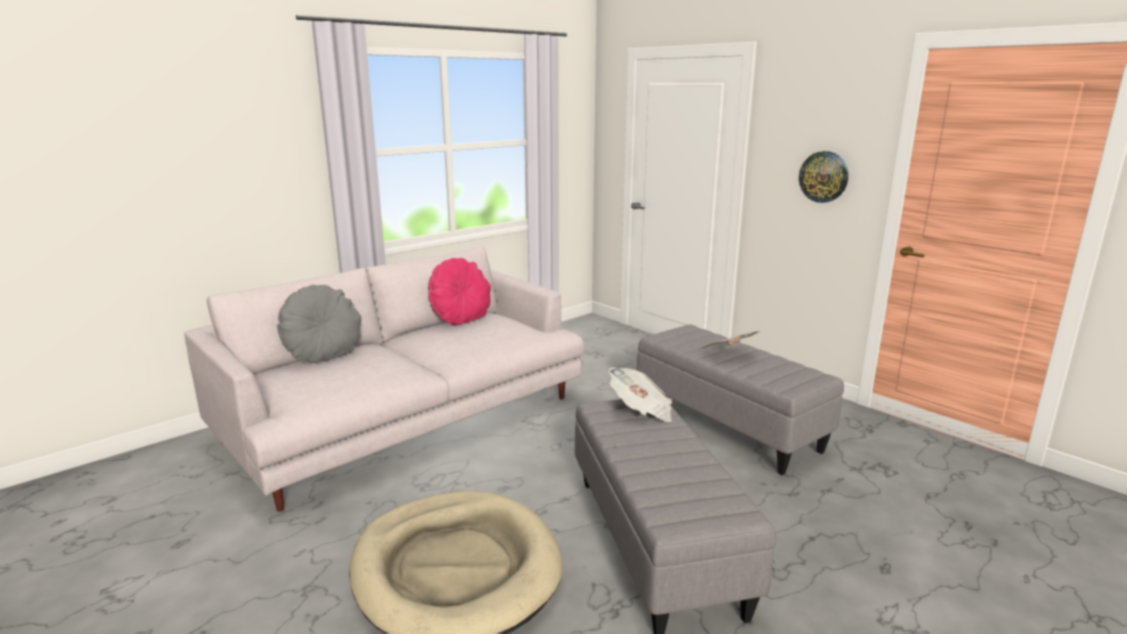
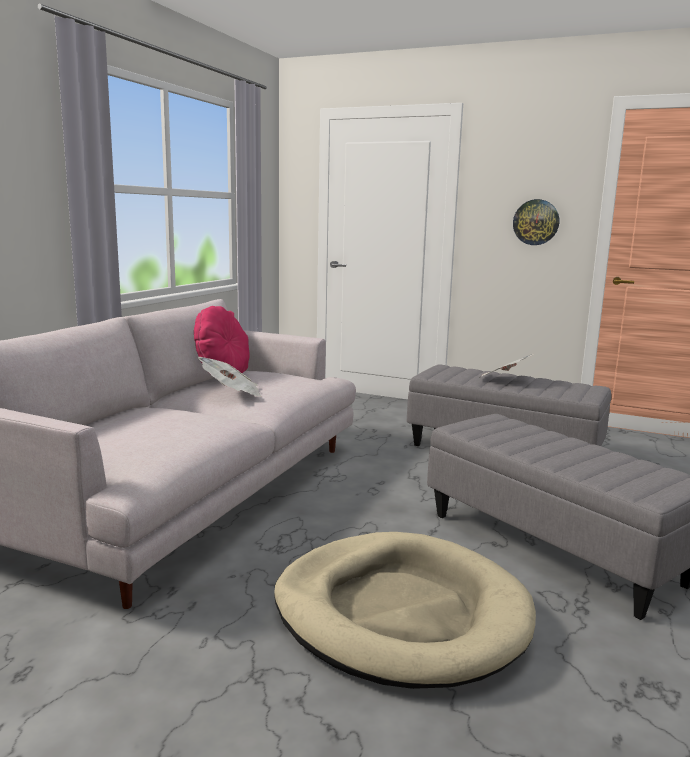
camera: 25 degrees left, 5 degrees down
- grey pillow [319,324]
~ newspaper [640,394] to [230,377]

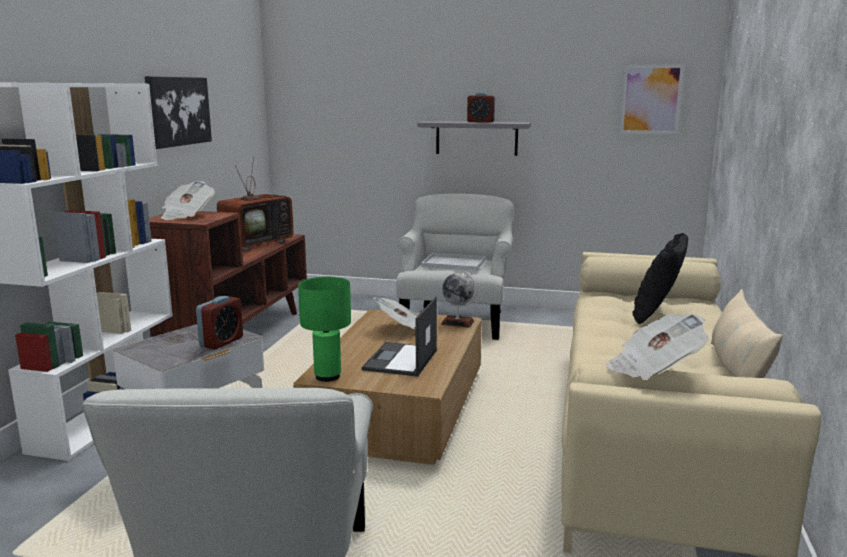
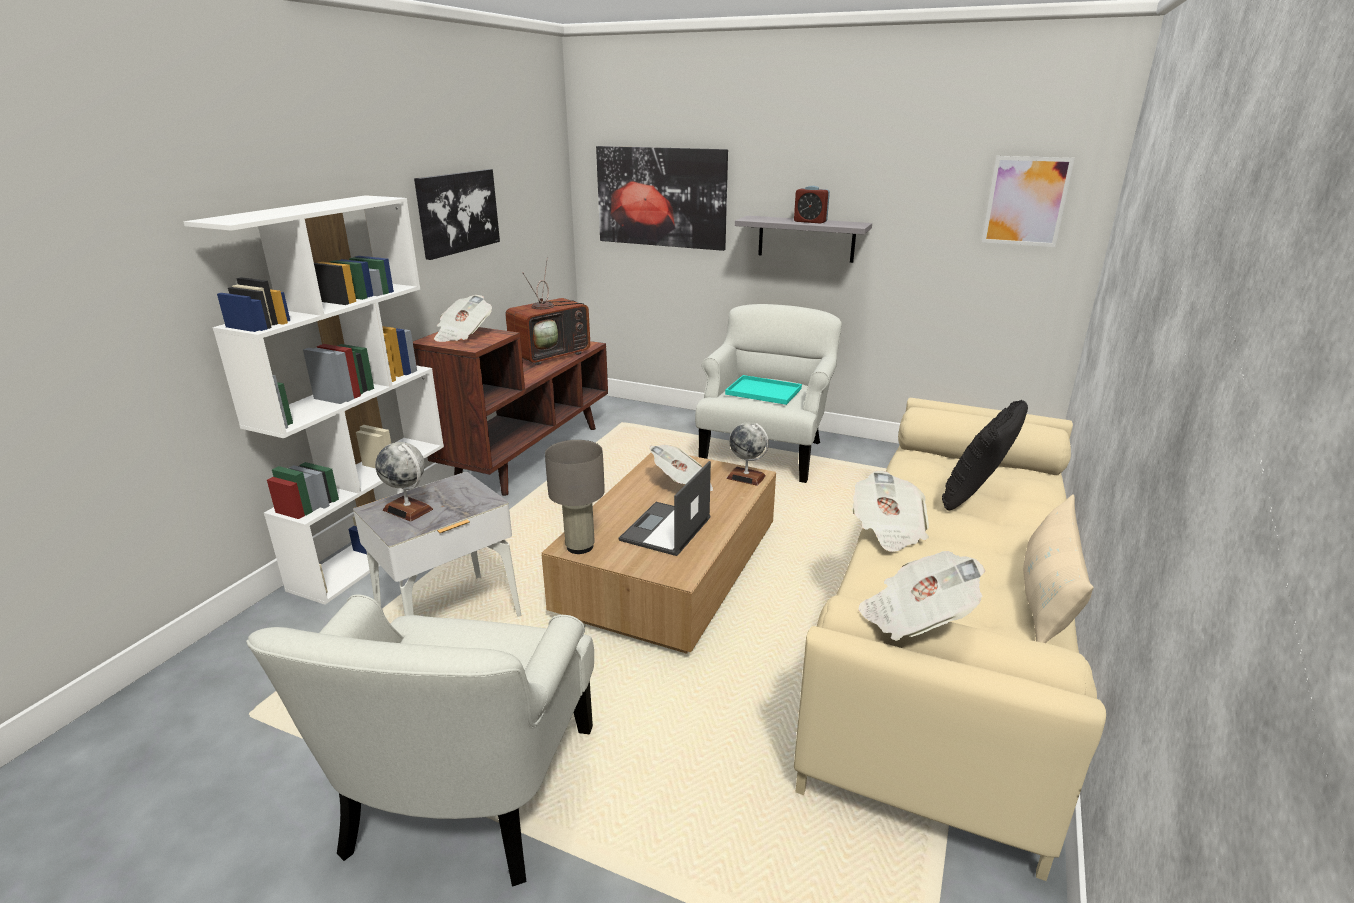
camera: 10 degrees right, 10 degrees up
~ white tray [453,262] to turquoise tray [763,390]
~ green table lamp [324,329] to grey table lamp [574,497]
- alarm clock [219,322]
+ picture [662,198]
+ globe [404,482]
+ newspaper [890,511]

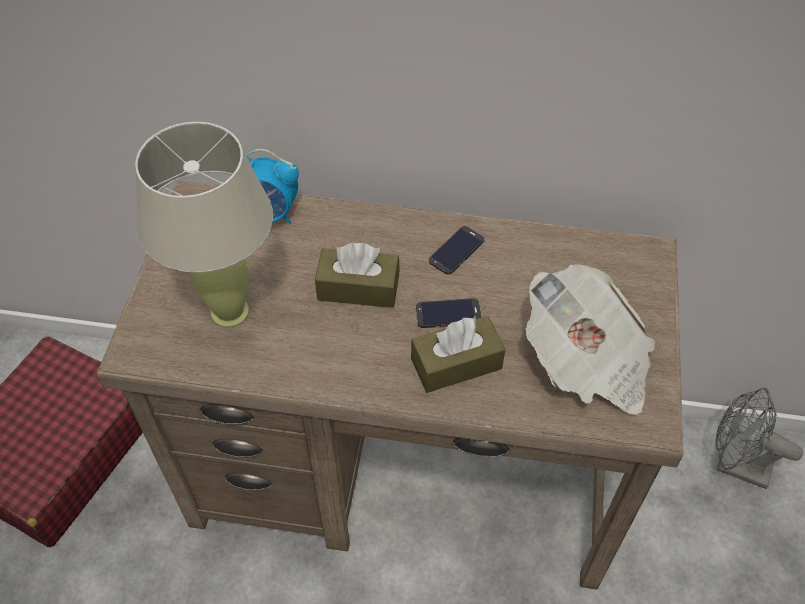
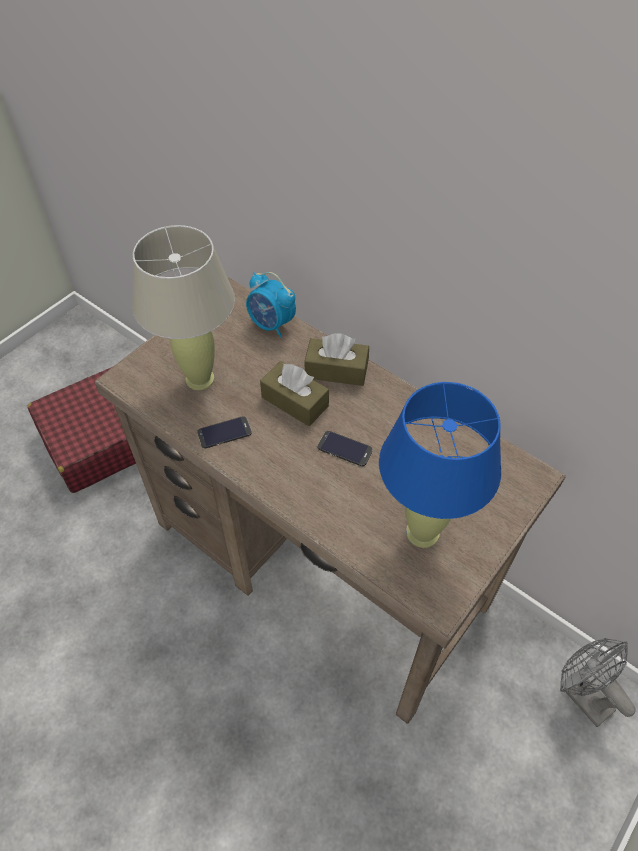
camera: 30 degrees right, 0 degrees up
~ phone [456,250] to [224,432]
~ newspaper [590,339] to blue table lamp [440,465]
~ brown tissue box [458,354] to [336,359]

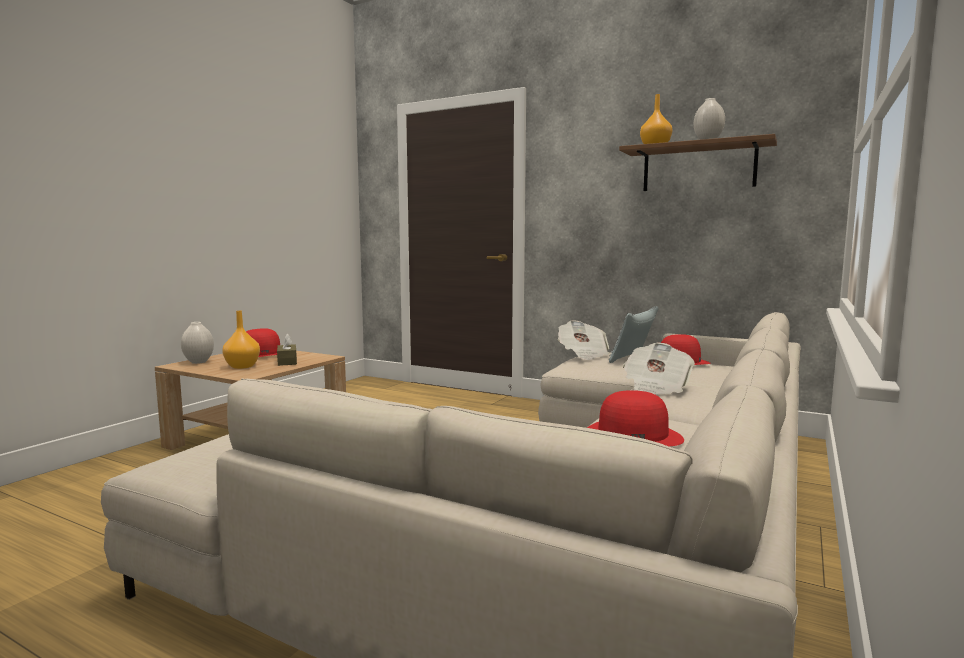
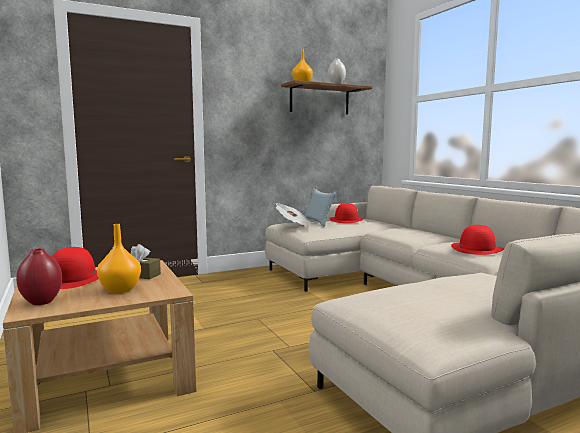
camera: 55 degrees left, 0 degrees up
~ white vase [197,343] to red vase [39,276]
- newspaper [659,369]

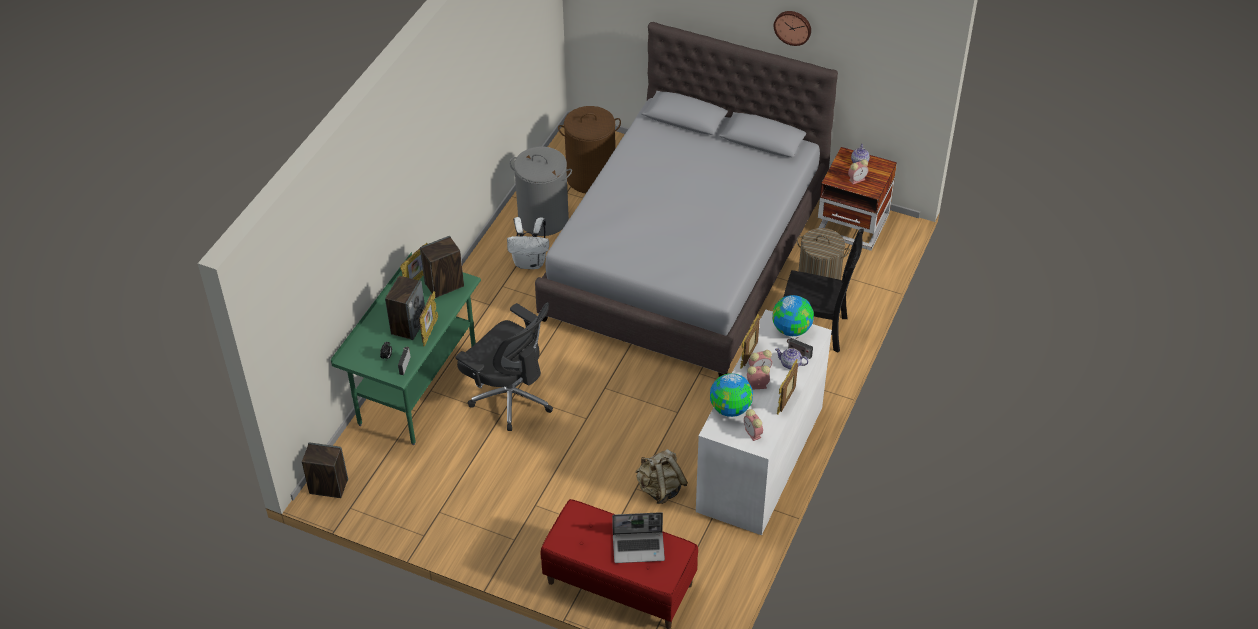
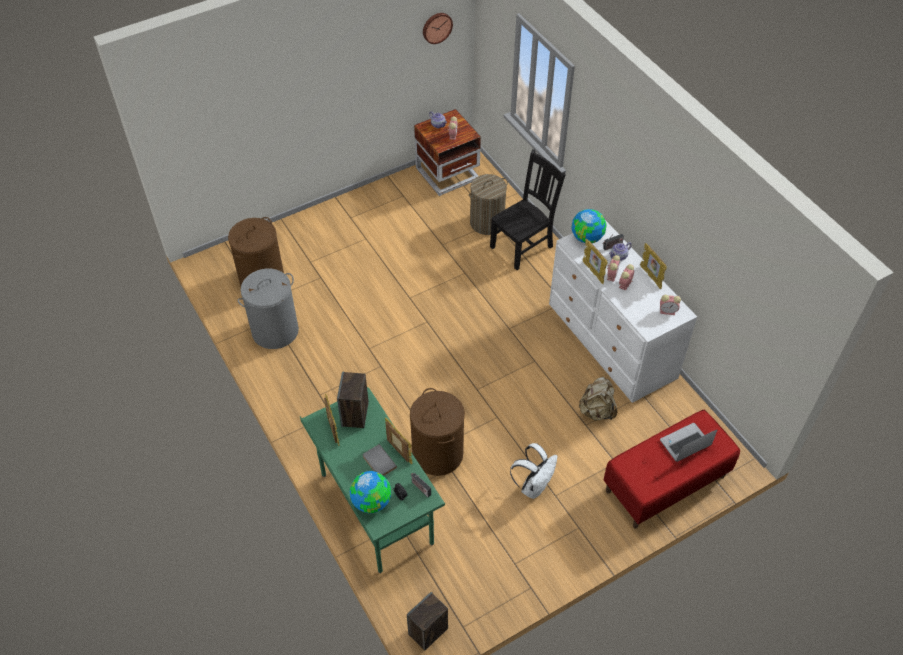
camera: 55 degrees left, 5 degrees up
~ wall clock [792,28] to [438,28]
- grey bed [686,199]
~ white backpack [528,243] to [534,471]
~ speaker [405,308] to grey book [380,460]
~ office chair [504,366] to brown laundry basket [437,432]
~ globe [731,395] to [370,492]
~ laptop [638,537] = [688,442] 150 degrees counterclockwise

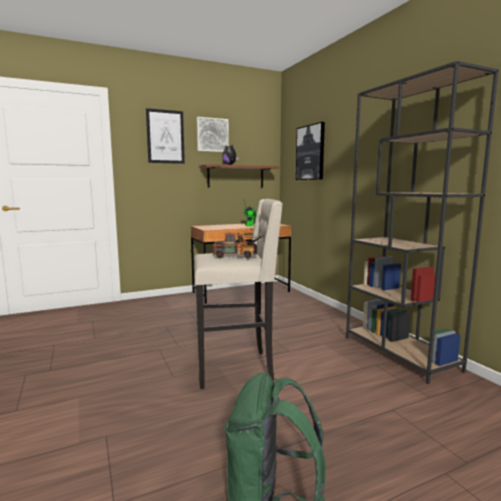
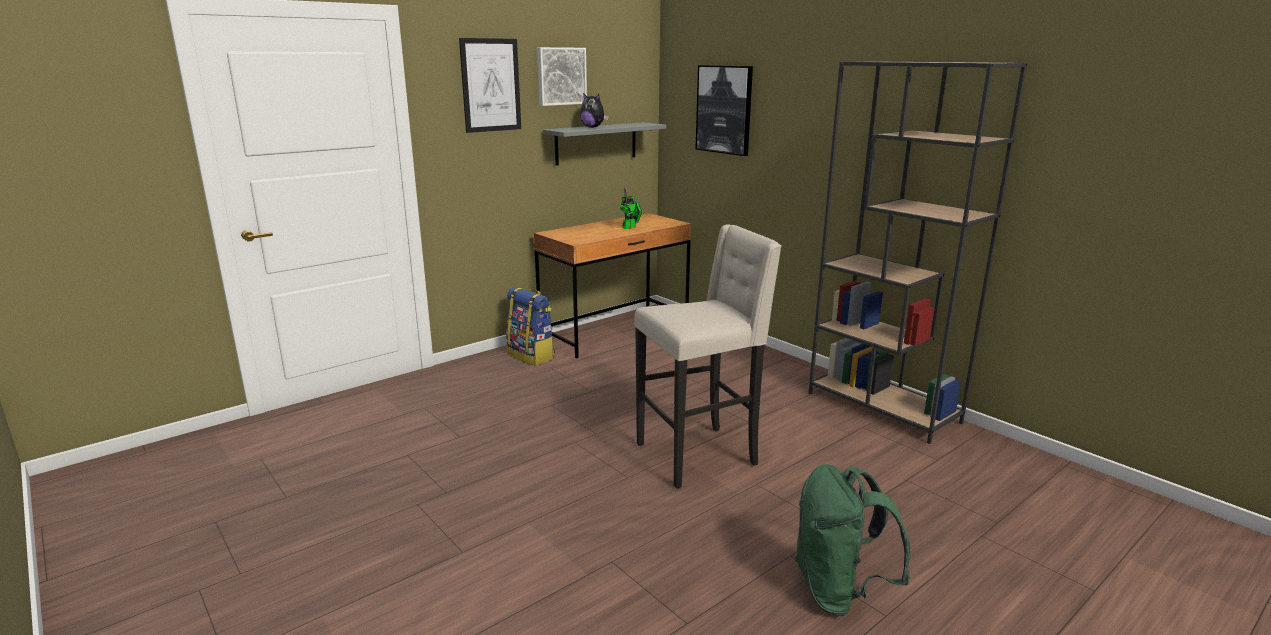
camera: 15 degrees left, 10 degrees up
~ brown shelf [239,175] to grey shelf [604,144]
- toy truck [238,245]
+ backpack [530,326]

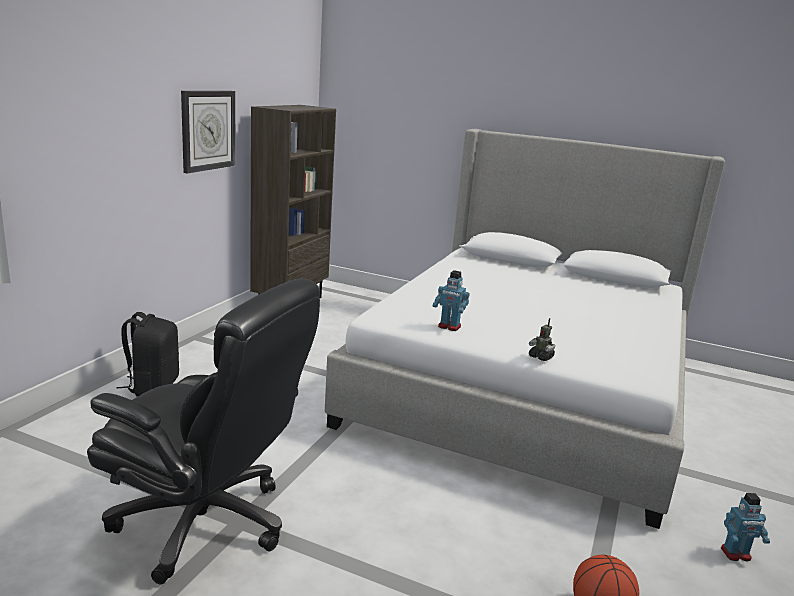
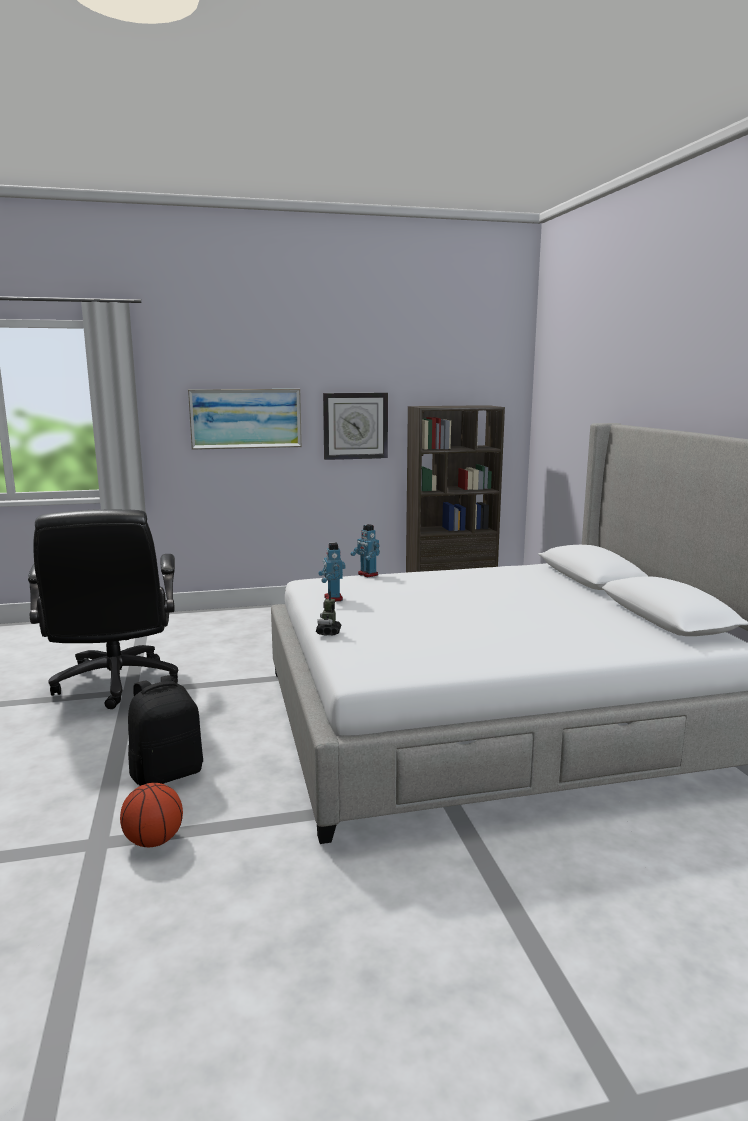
camera: 55 degrees right, 5 degrees down
~ black backpack [148,354] to [165,730]
~ toy robot [745,527] to [365,550]
+ picture [245,419]

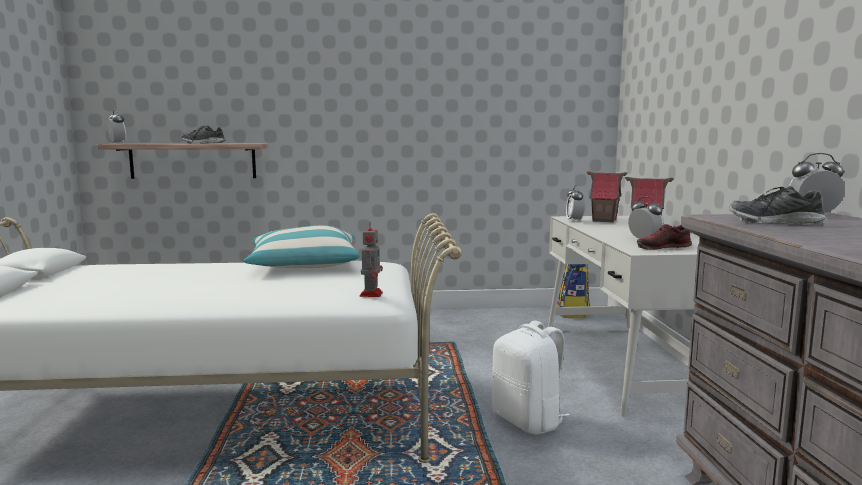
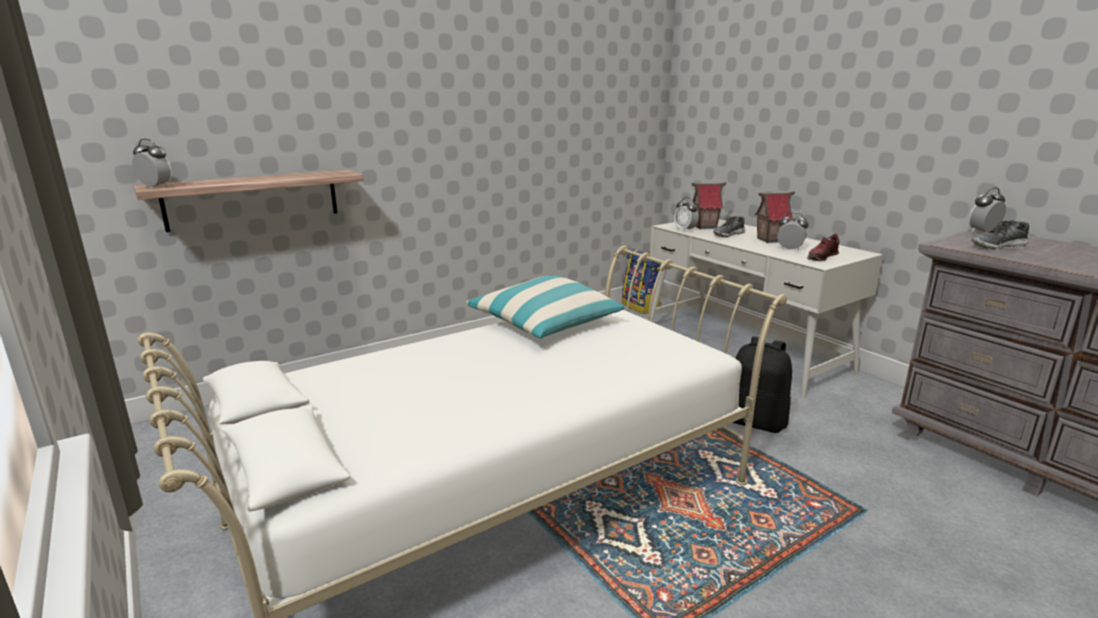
camera: 30 degrees left, 10 degrees up
~ shoe [203,134] to [729,227]
- toy robot [371,259]
~ white backpack [530,378] to black backpack [762,385]

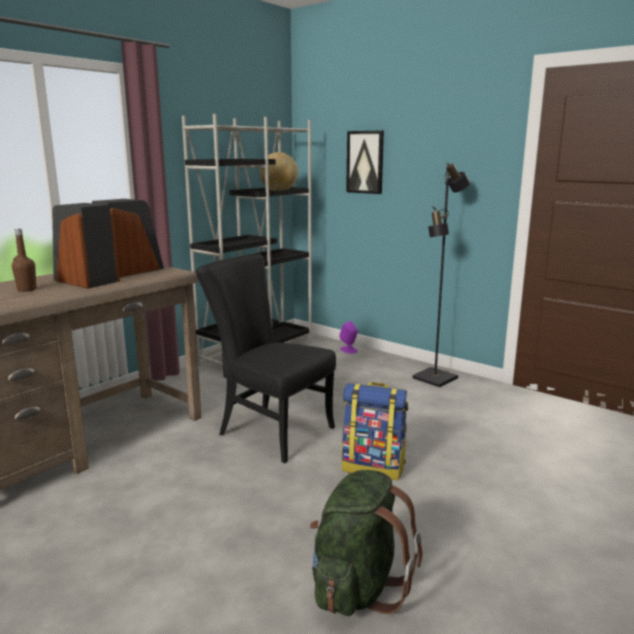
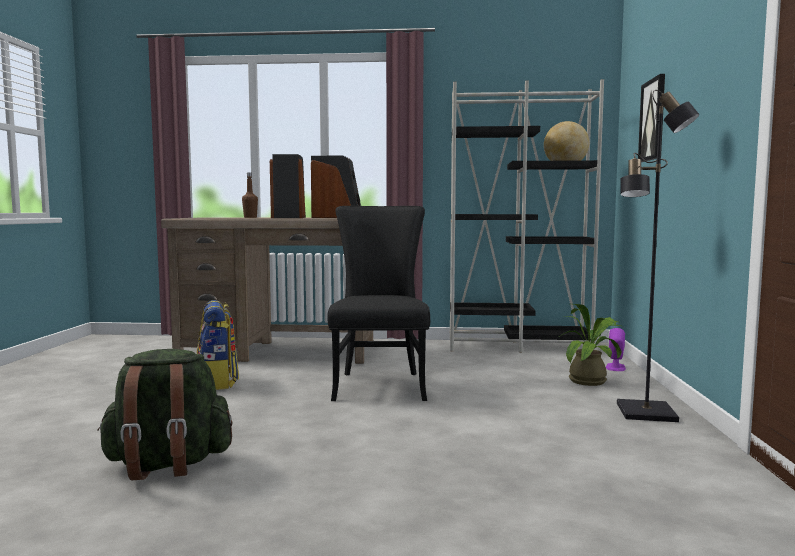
camera: 55 degrees right, 10 degrees down
~ backpack [375,431] to [218,345]
+ potted plant [590,345]

